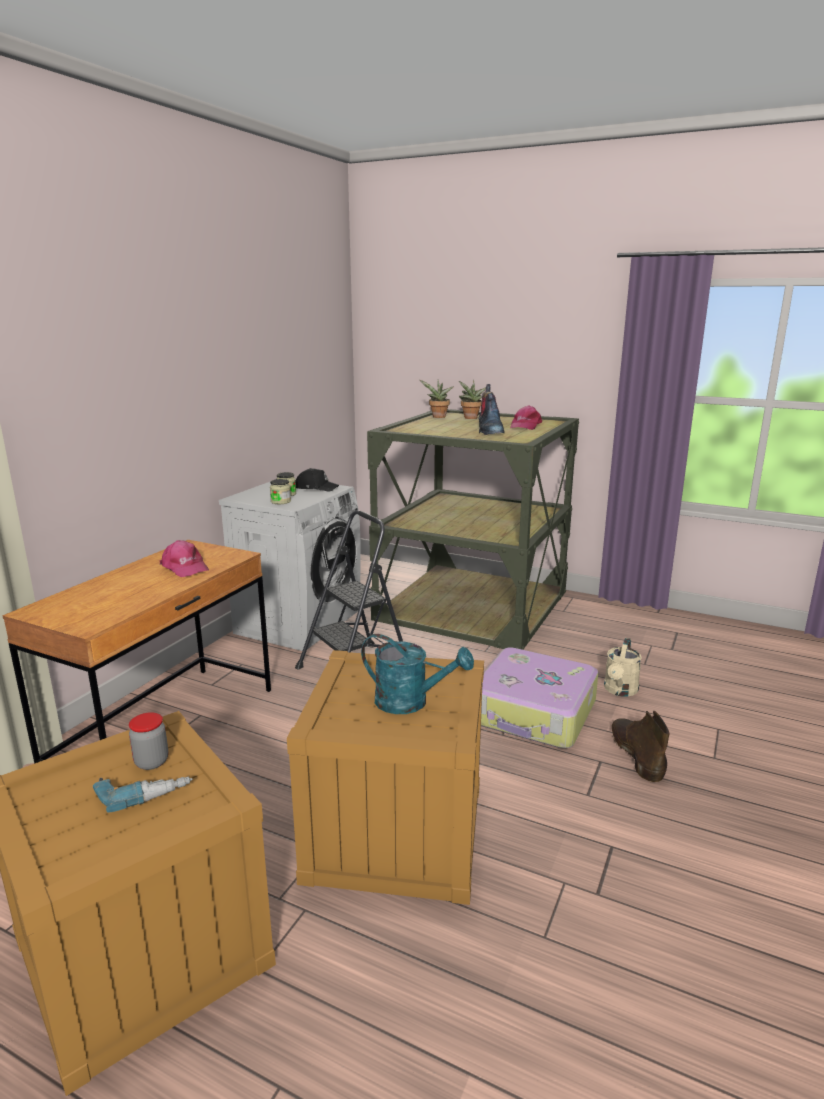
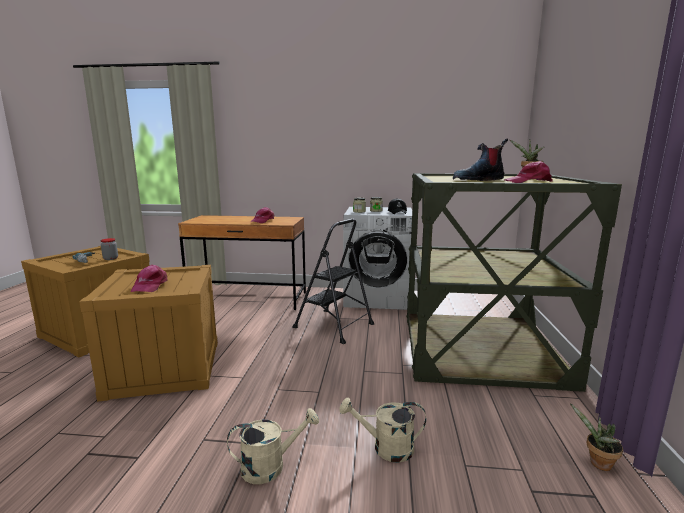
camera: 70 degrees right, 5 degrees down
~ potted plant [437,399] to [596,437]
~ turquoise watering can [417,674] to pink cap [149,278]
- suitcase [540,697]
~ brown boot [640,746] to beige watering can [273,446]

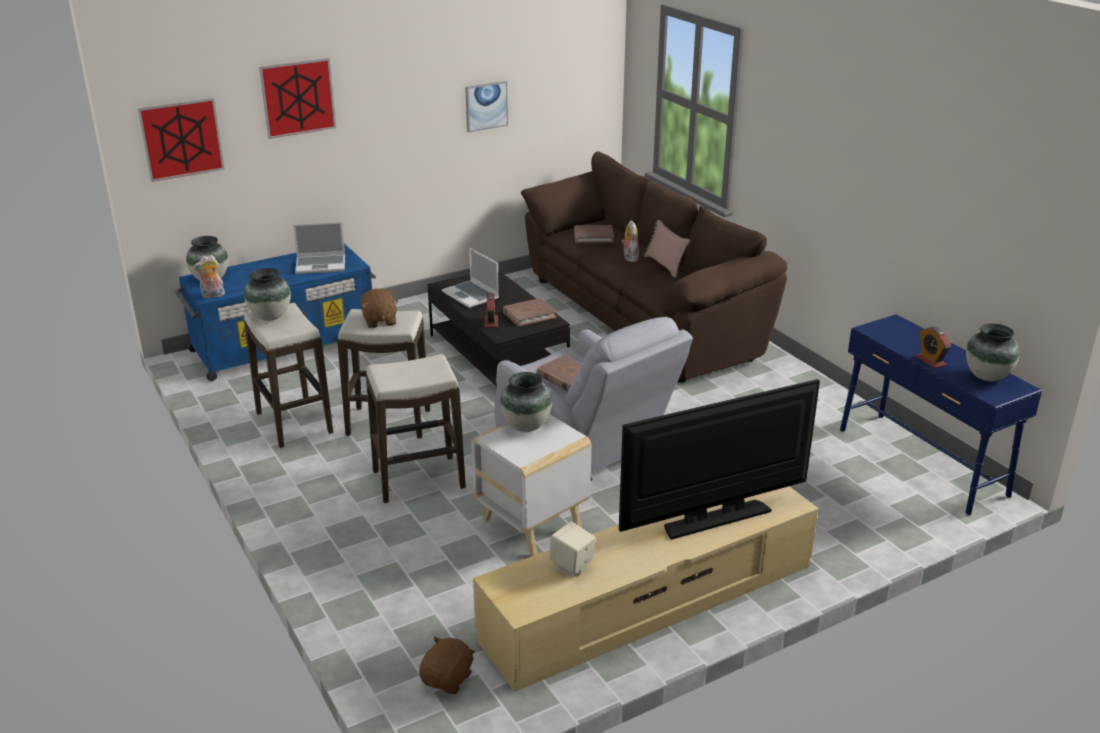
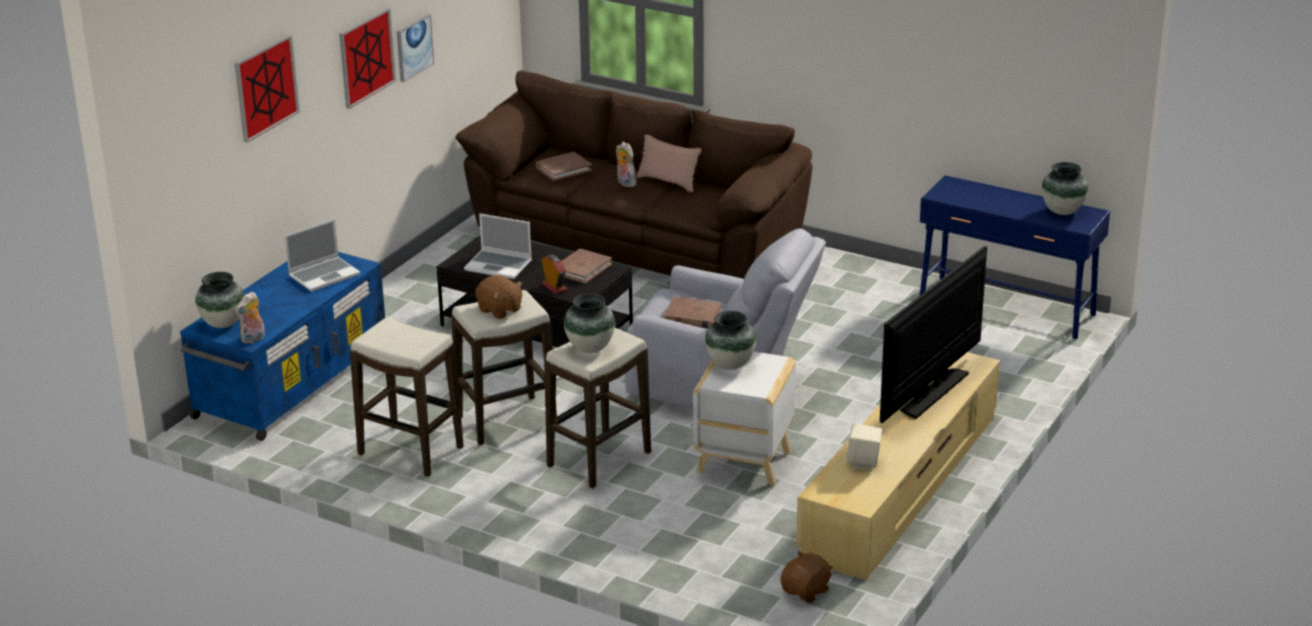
camera: 30 degrees left, 0 degrees up
~ picture [181,140] to [367,58]
~ vase [267,294] to [589,323]
- alarm clock [933,348]
~ brown plush toy [447,665] = [807,577] 45 degrees clockwise

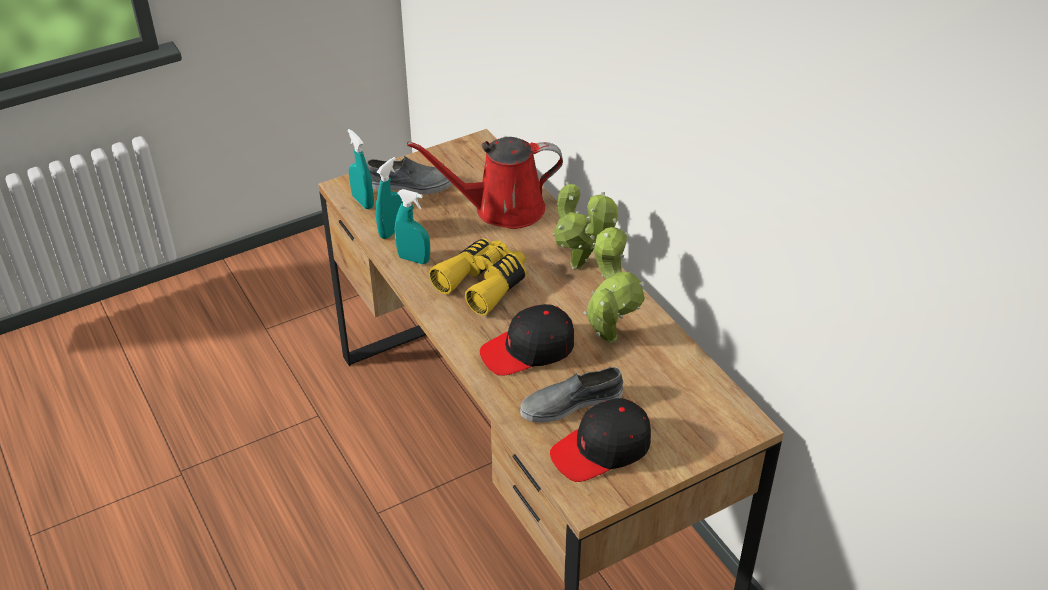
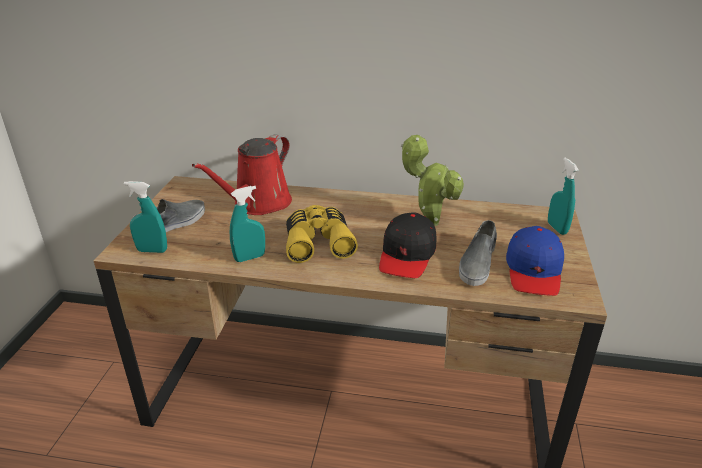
camera: 50 degrees left, 10 degrees down
~ turquoise spray bottle [389,198] to [563,196]
- potted plant [585,225]
~ black cap [600,440] to blue cap [535,261]

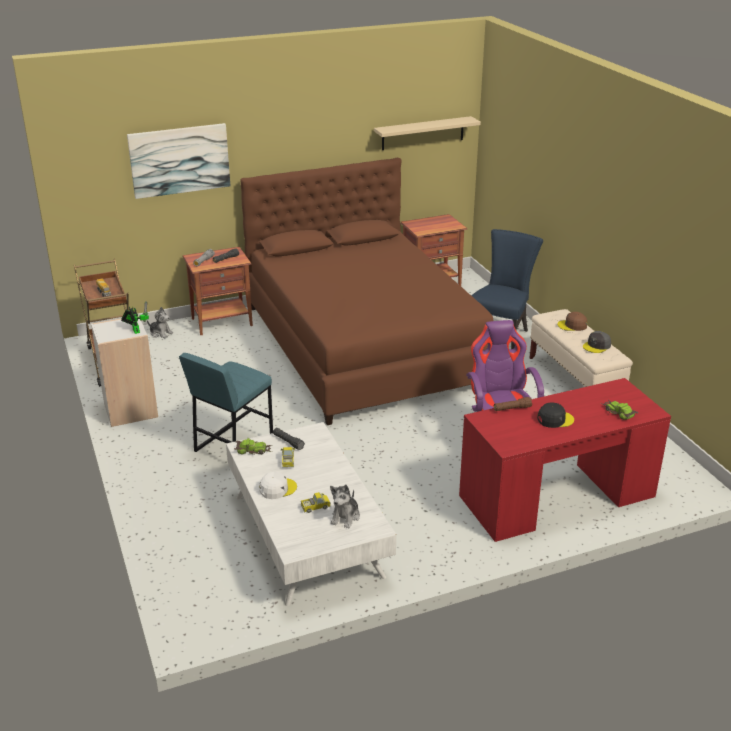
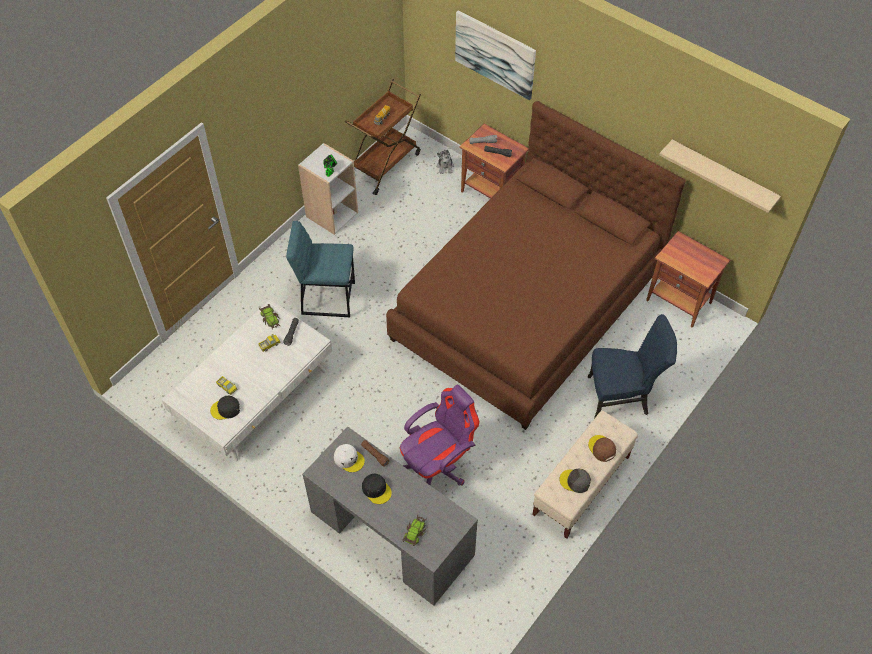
camera: 60 degrees right, 25 degrees up
~ red desk [565,460] to grey desk [390,516]
~ white cap [278,485] to [349,458]
~ plush toy [345,506] to black cap [225,407]

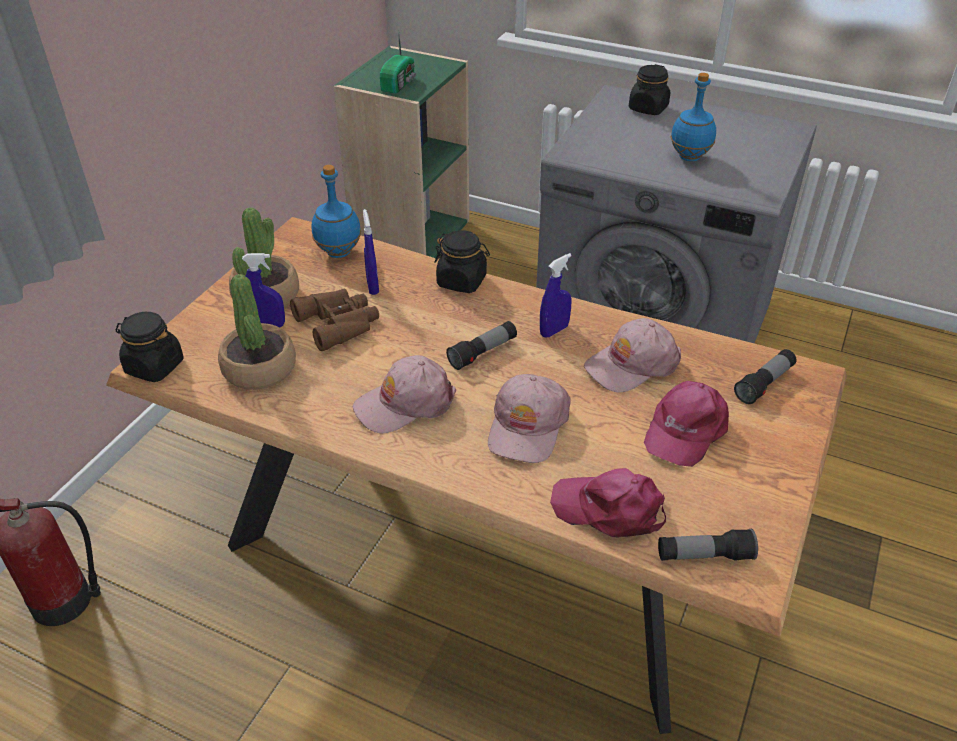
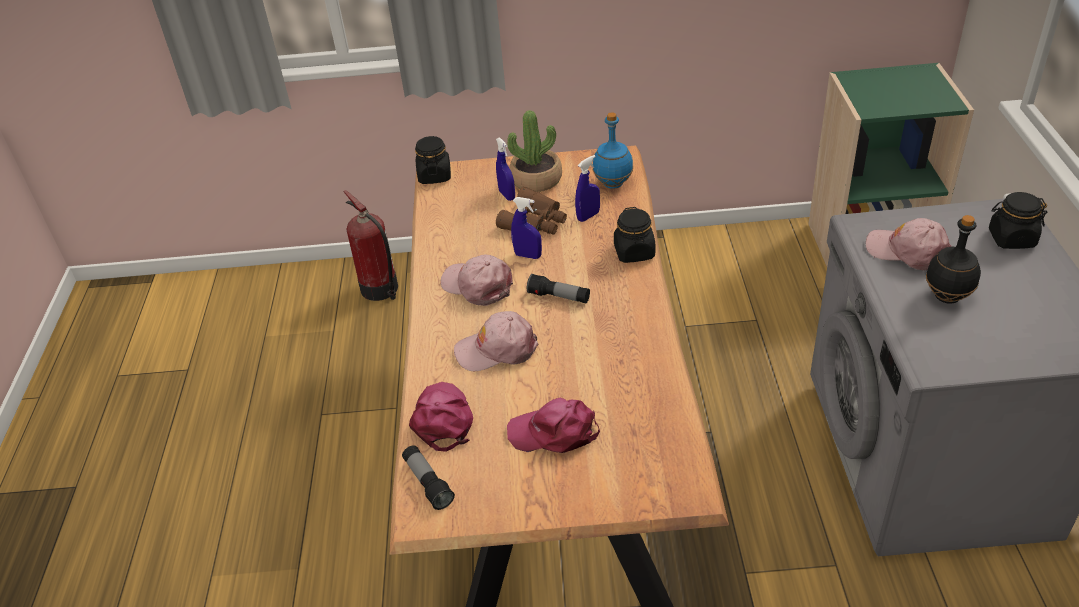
camera: 65 degrees right, 0 degrees up
- radio [398,61]
~ blue bottle [693,117] to black bottle [953,259]
~ blue spray bottle [556,295] to [526,228]
- potted plant [257,332]
~ pink cap [632,355] to [909,244]
- flashlight [765,376]

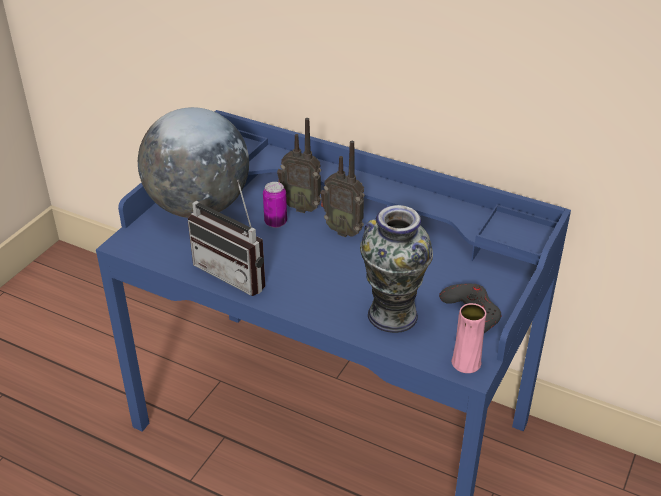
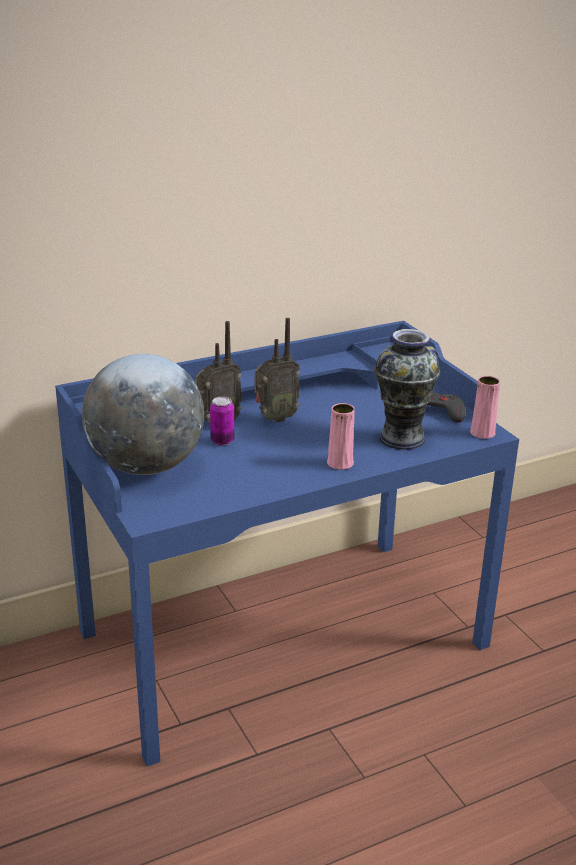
camera: 55 degrees left, 10 degrees down
- radio [226,237]
+ pink vase [341,436]

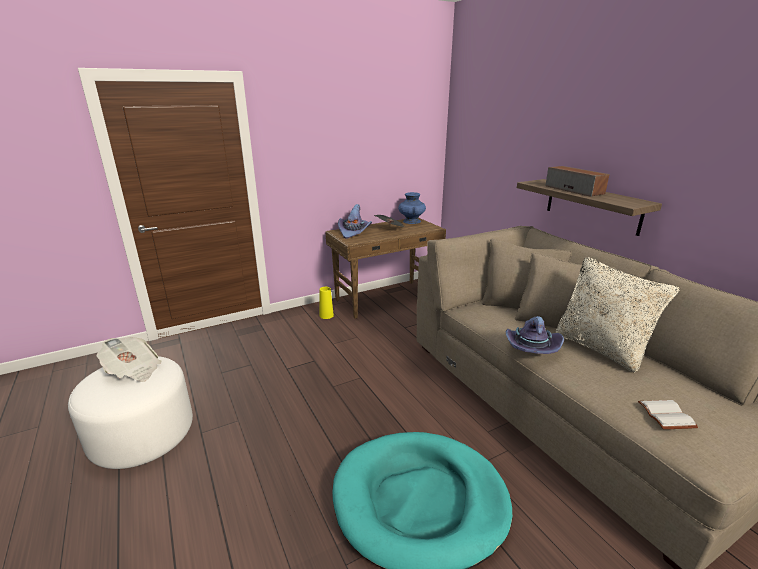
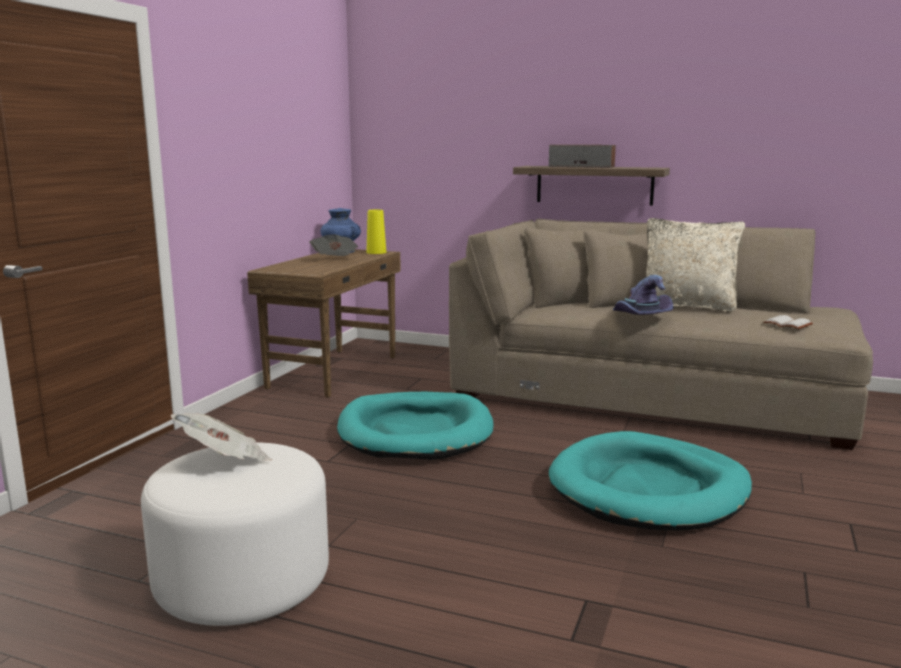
camera: 40 degrees left, 10 degrees down
- purple hat [355,221]
~ yellow vase [326,303] to [376,232]
+ turquoise dog bed [415,426]

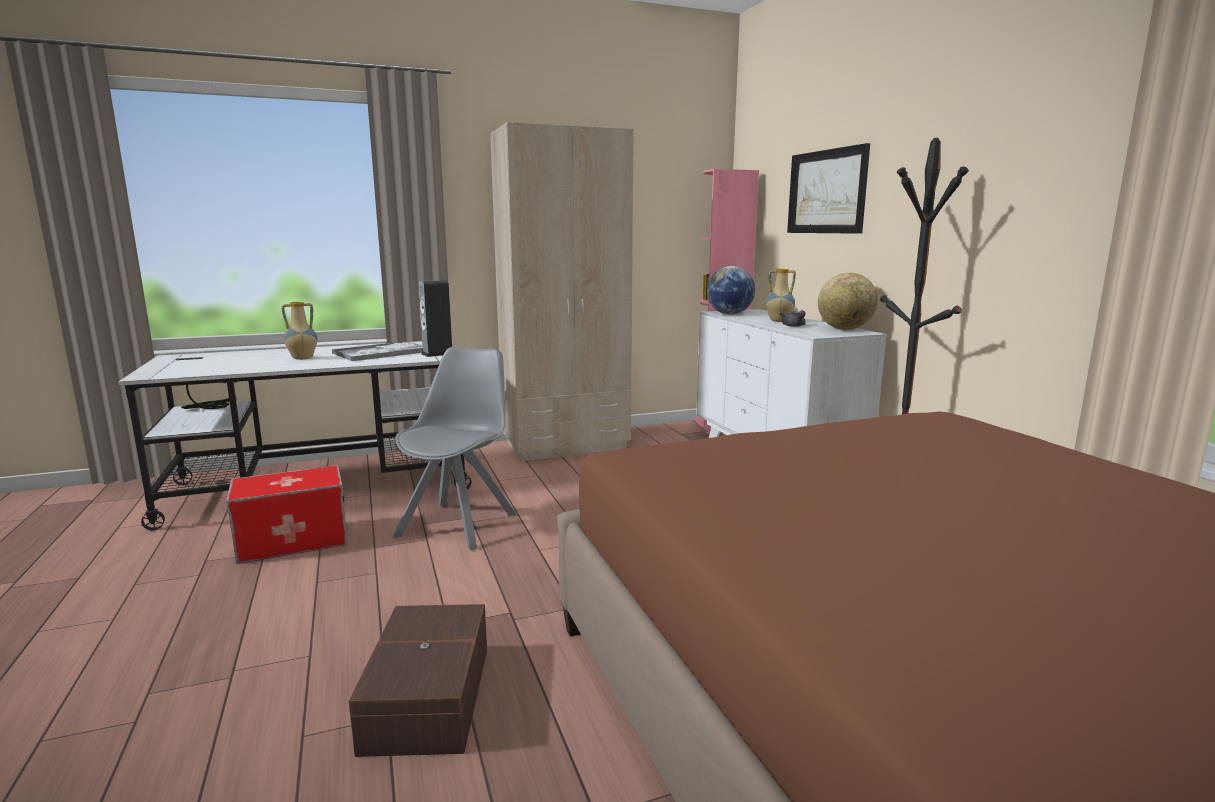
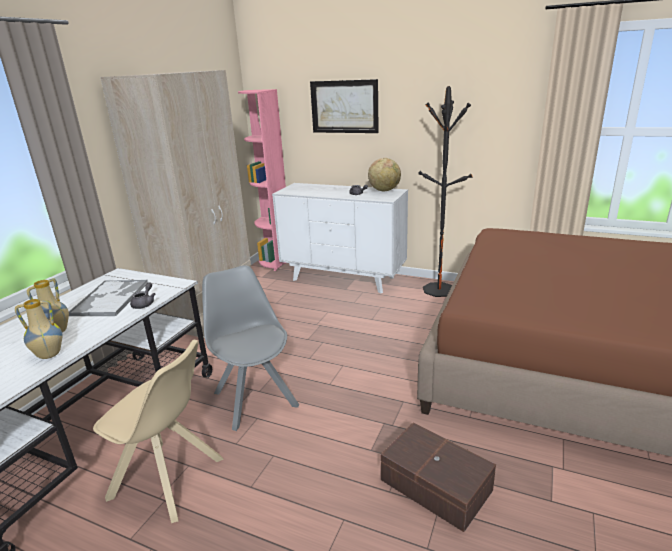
camera: 45 degrees left, 10 degrees up
- globe [731,290]
~ vase [781,295] to [38,329]
- speaker [435,318]
~ storage box [287,514] to beige chair [158,431]
+ grey teapot [142,295]

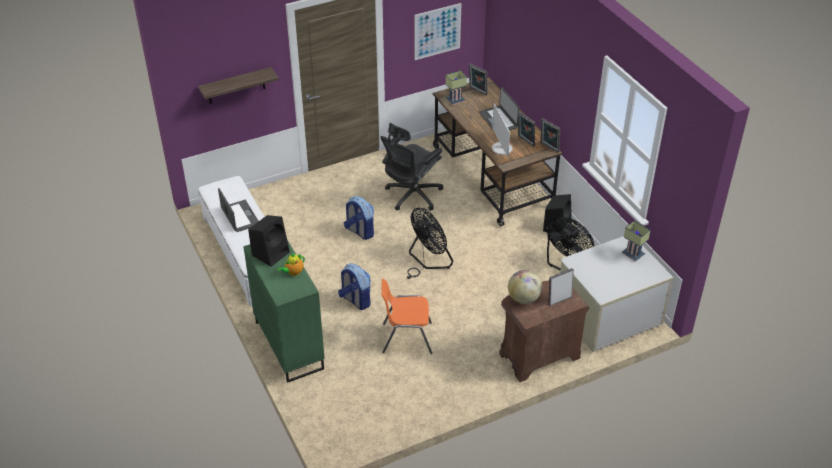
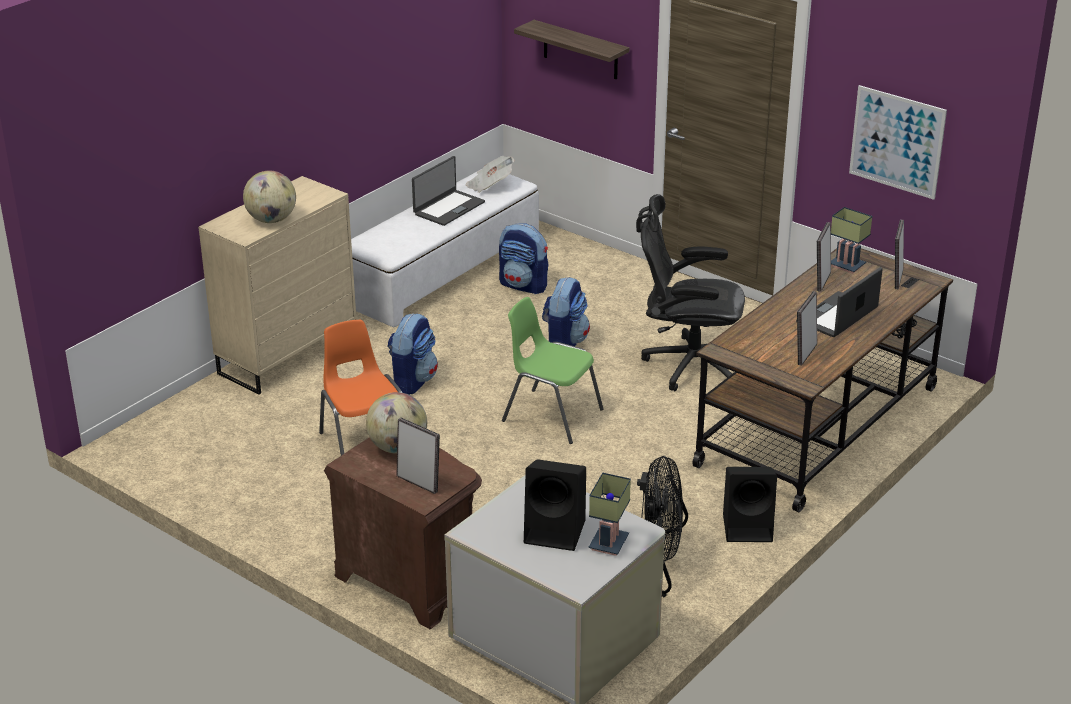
camera: 65 degrees right, 10 degrees down
- monitor [502,130]
~ picture frame [550,135] to [824,257]
~ black fan [430,243] to green chair [552,370]
~ black speaker [269,241] to [555,505]
~ green dresser [284,311] to beige dresser [277,285]
~ teapot [291,264] to globe [269,196]
+ newspaper [490,174]
+ backpack [524,258]

